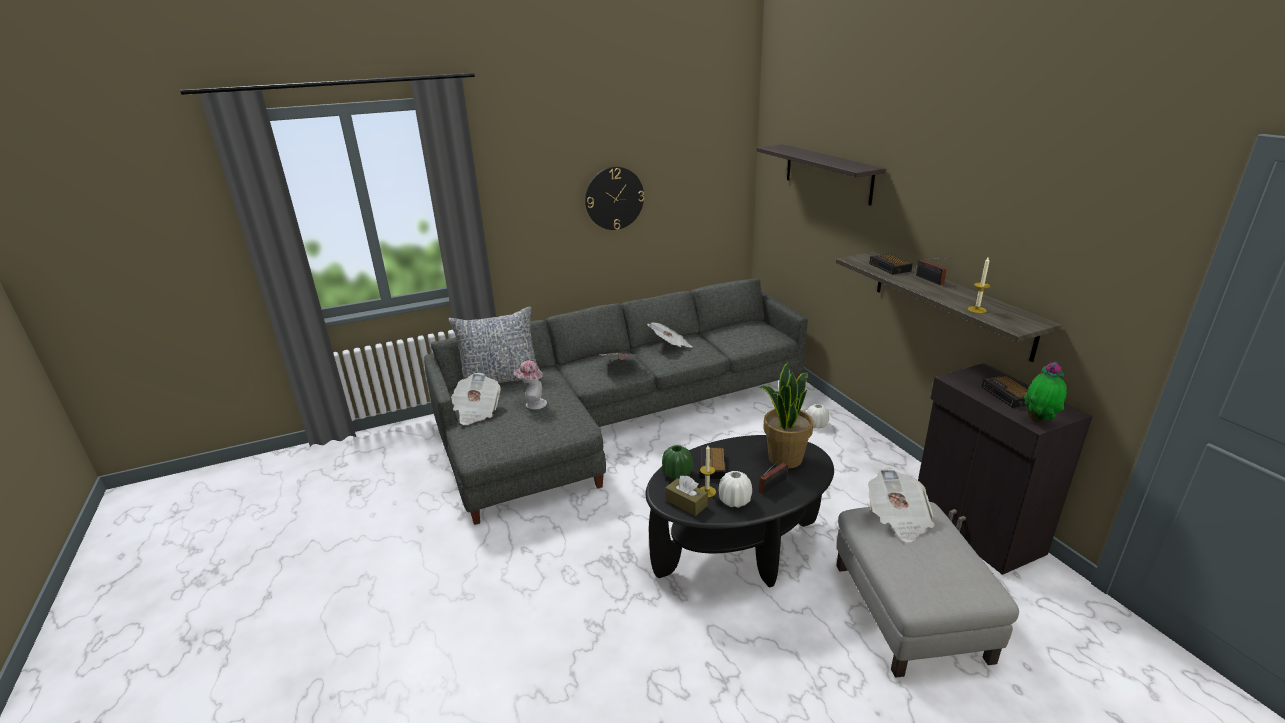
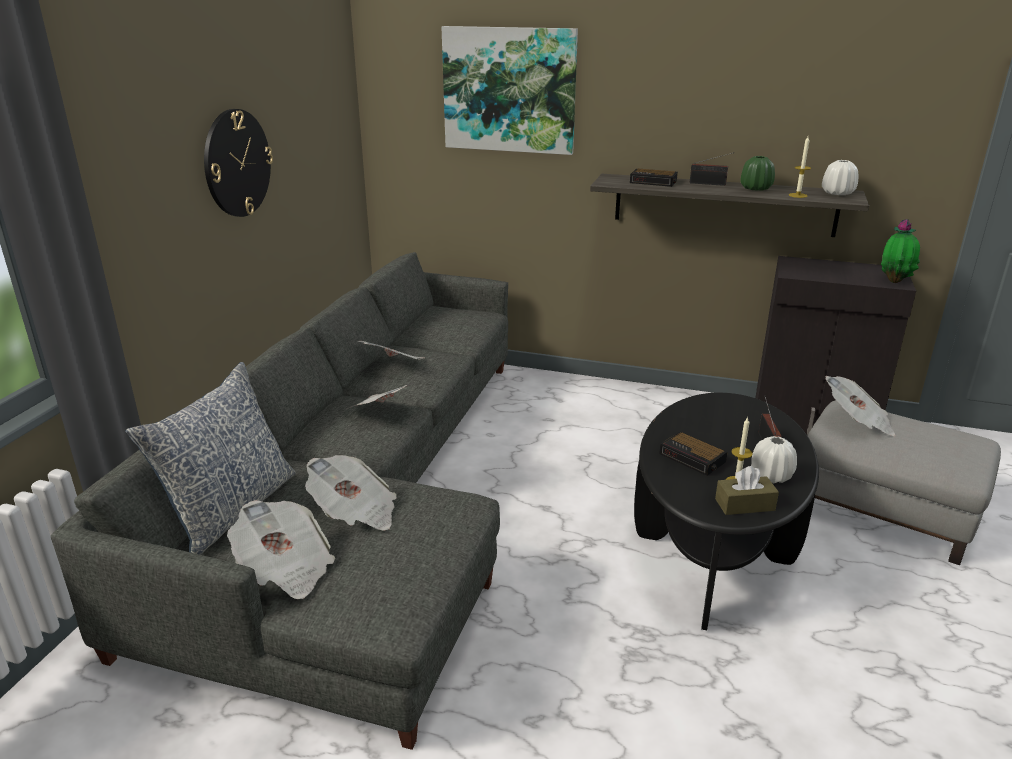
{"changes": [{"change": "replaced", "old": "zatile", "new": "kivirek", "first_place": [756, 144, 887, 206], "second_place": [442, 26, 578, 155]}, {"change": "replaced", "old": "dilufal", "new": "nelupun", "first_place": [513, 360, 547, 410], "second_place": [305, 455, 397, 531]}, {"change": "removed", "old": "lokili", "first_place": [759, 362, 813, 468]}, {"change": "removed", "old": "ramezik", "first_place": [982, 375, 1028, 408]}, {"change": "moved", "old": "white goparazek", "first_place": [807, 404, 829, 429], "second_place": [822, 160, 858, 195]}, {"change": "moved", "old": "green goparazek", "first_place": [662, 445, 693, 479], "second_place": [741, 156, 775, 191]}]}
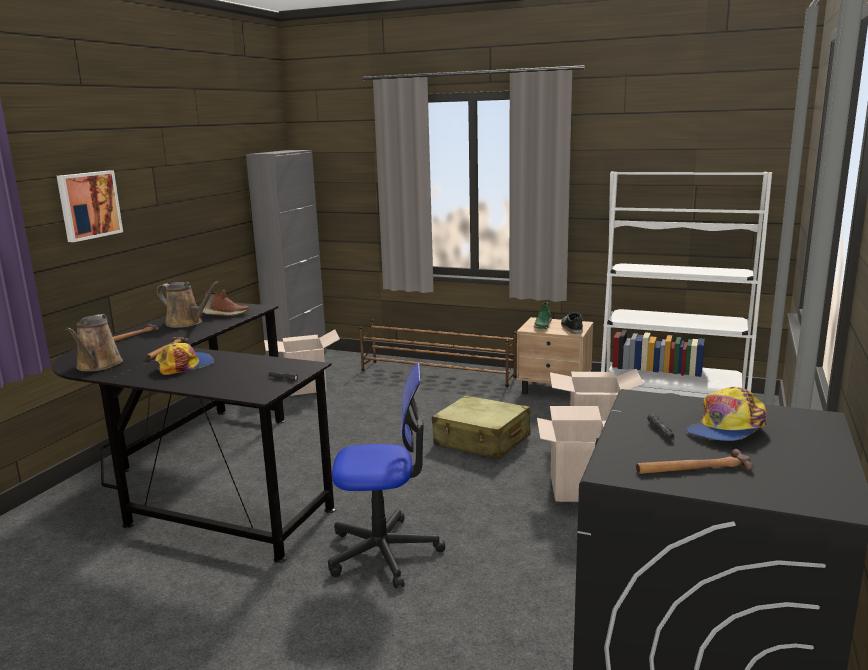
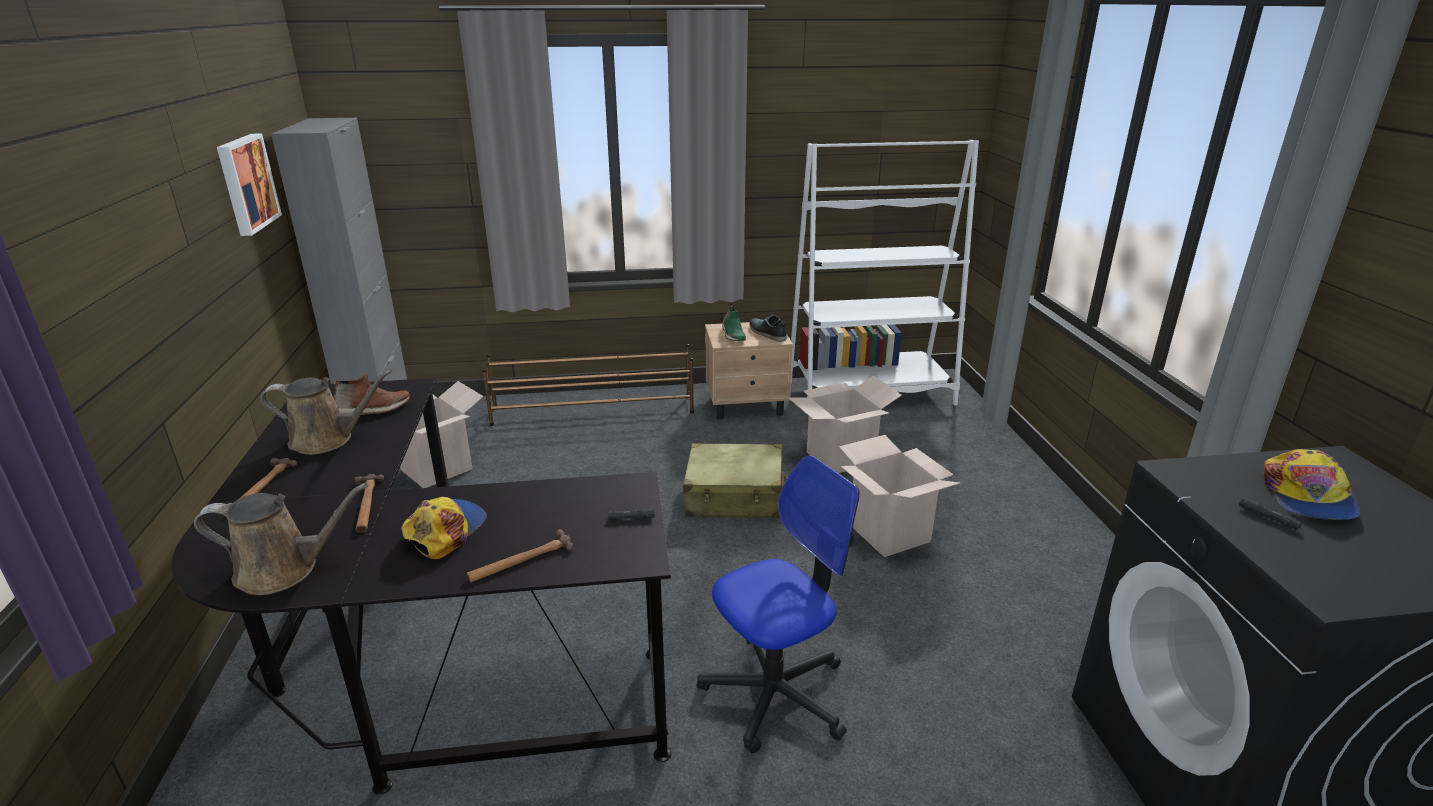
{"changes": [{"change": "moved", "old": "kivirek", "first_place": [57, 171, 123, 242], "second_place": [217, 133, 282, 236]}, {"change": "turned", "old": "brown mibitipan", "first_place": [66, 314, 123, 371], "second_place": [194, 483, 368, 595], "degrees": -60}, {"change": "moved", "old": "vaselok", "first_place": [636, 449, 753, 474], "second_place": [466, 529, 574, 583]}]}
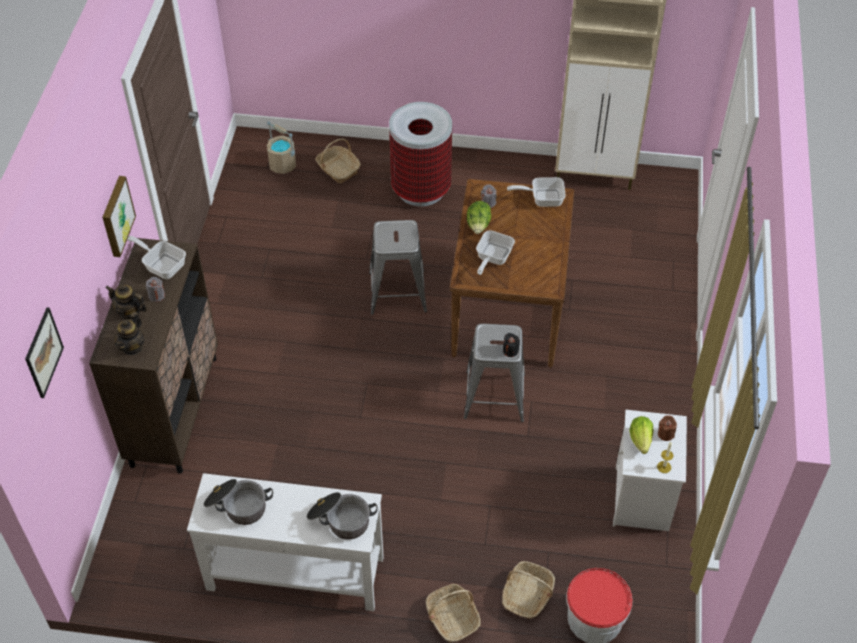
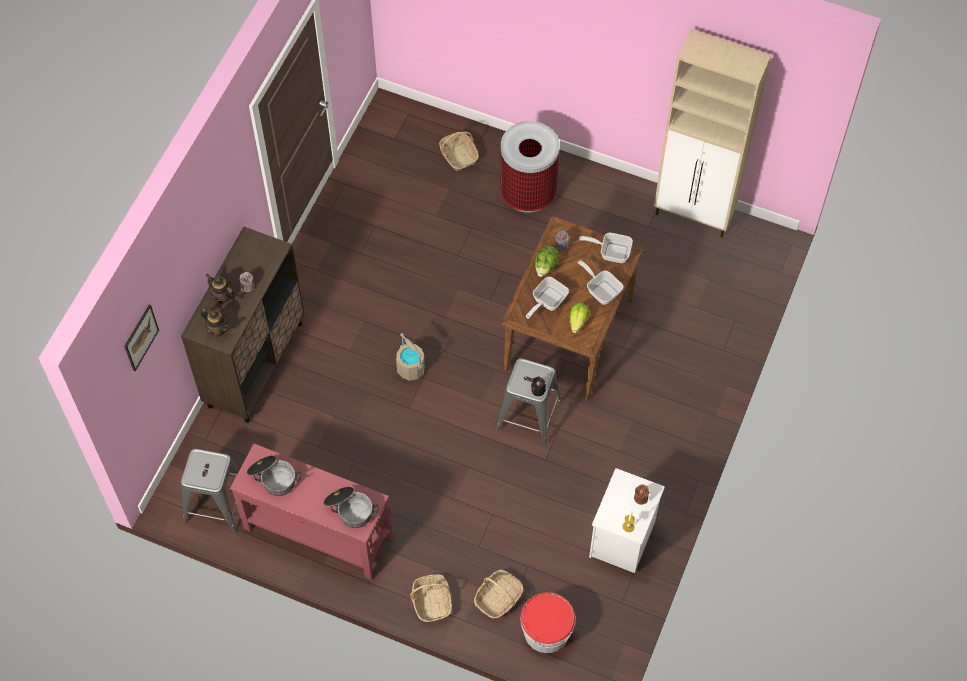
{"changes": [{"change": "moved", "old": "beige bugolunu", "first_place": [267, 121, 296, 174], "second_place": [396, 333, 425, 381]}, {"change": "removed", "old": "kivirek", "first_place": [102, 176, 136, 257]}, {"change": "moved", "old": "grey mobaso", "first_place": [369, 220, 427, 315], "second_place": [181, 449, 239, 533]}, {"change": "moved", "old": "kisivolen", "first_place": [127, 236, 186, 279], "second_place": [578, 260, 623, 305]}, {"change": "turned", "old": "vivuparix", "first_place": [114, 312, 145, 355], "second_place": [200, 307, 230, 337], "degrees": -90}, {"change": "moved", "old": "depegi", "first_place": [629, 416, 653, 454], "second_place": [569, 303, 590, 333]}, {"change": "recoloured", "old": "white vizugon", "new": "red vizugon", "first_place": [187, 473, 384, 611], "second_place": [230, 444, 392, 580]}]}
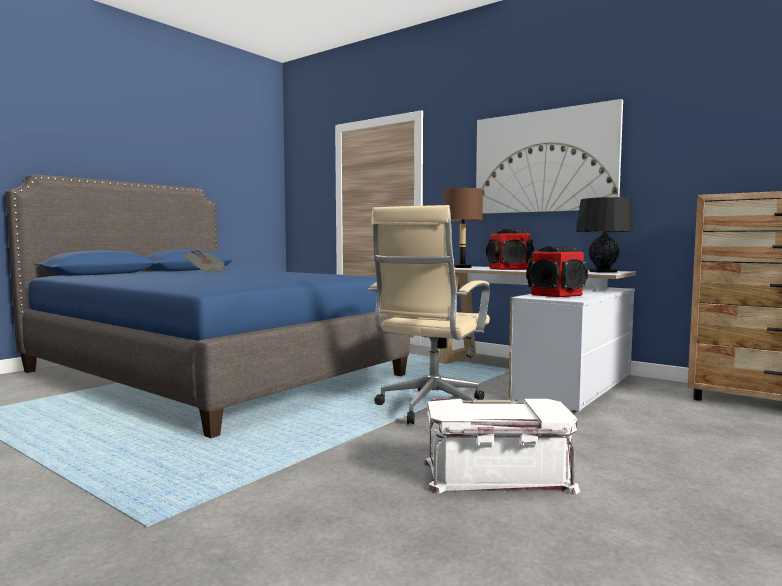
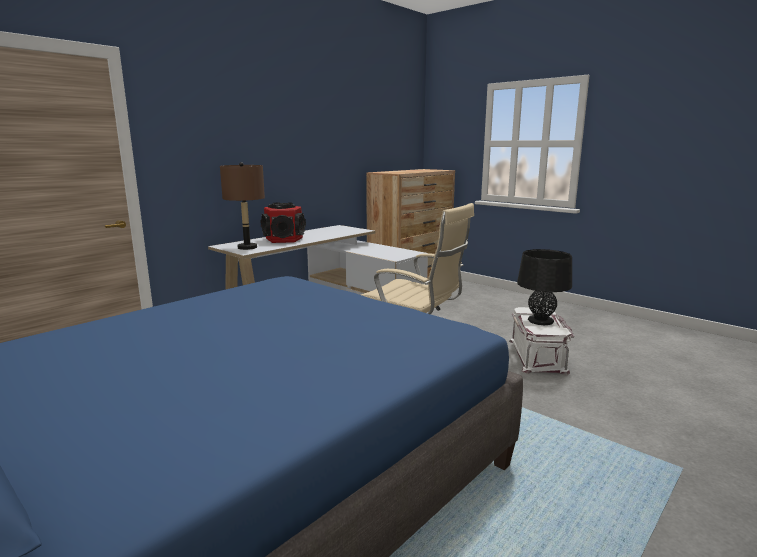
{"changes": [{"change": "removed", "old": "kivirek", "first_place": [476, 99, 623, 214]}, {"change": "moved", "old": "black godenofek", "first_place": [576, 197, 634, 273], "second_place": [517, 249, 572, 325]}, {"change": "removed", "old": "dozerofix", "first_place": [526, 246, 588, 297]}, {"change": "removed", "old": "nelupun", "first_place": [183, 250, 226, 273]}]}
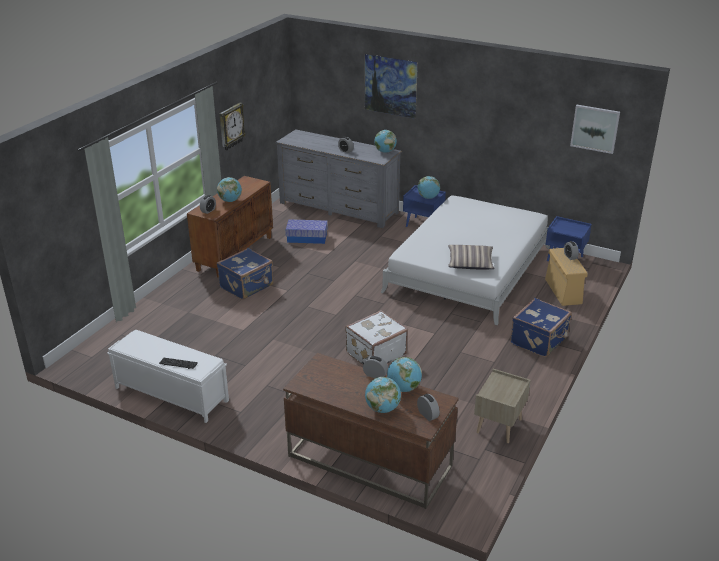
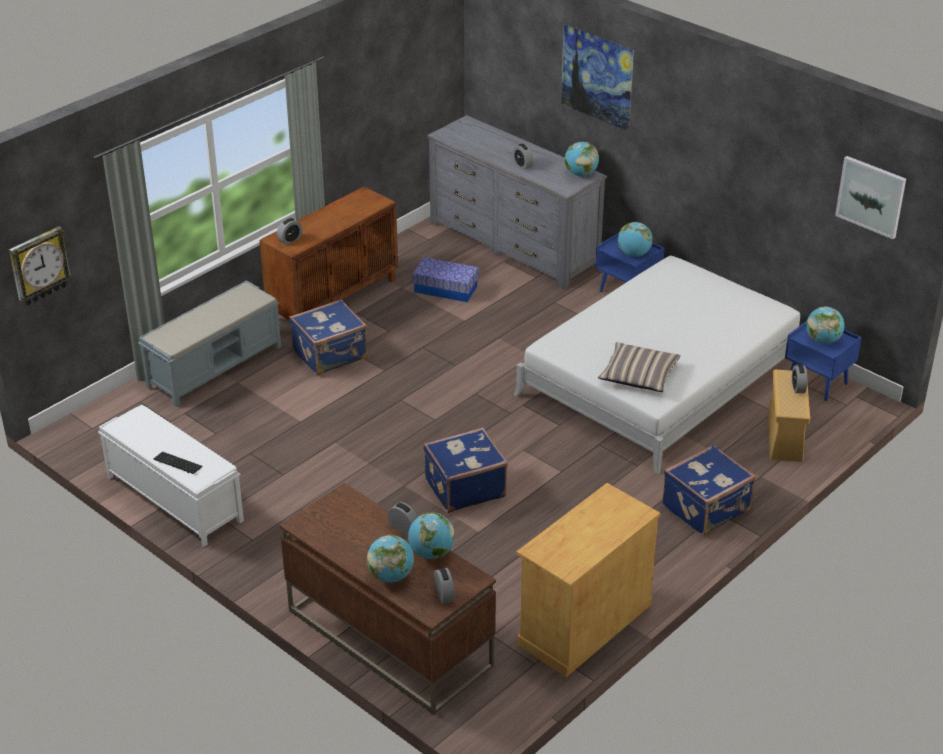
{"changes": [{"change": "moved", "old": "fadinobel", "first_place": [219, 103, 246, 150], "second_place": [9, 226, 72, 305]}, {"change": "moved", "old": "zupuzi", "first_place": [217, 177, 242, 202], "second_place": [806, 306, 844, 344]}, {"change": "recoloured", "old": "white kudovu", "new": "blue kudovu", "first_place": [345, 310, 408, 365], "second_place": [424, 427, 508, 513]}, {"change": "replaced", "old": "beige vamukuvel", "new": "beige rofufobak", "first_place": [474, 369, 531, 443], "second_place": [516, 483, 660, 677]}, {"change": "added", "new": "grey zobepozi", "second_place": [138, 280, 281, 407]}]}
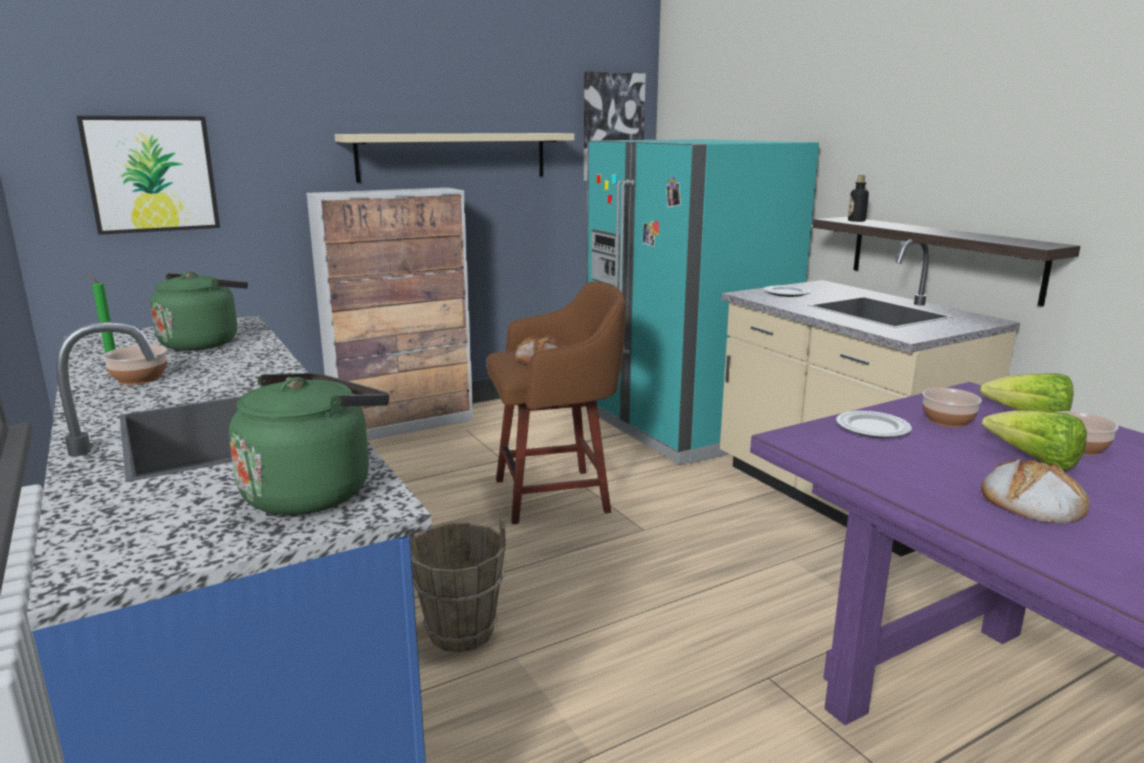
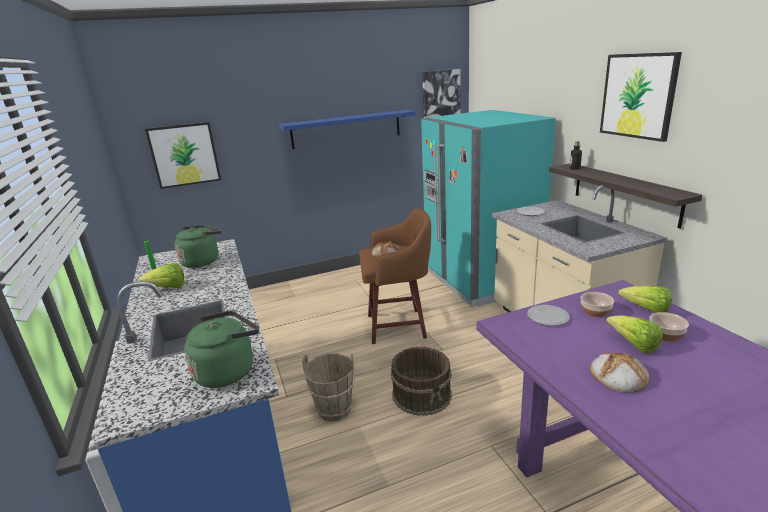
{"changes": [{"change": "recoloured", "old": "beige zatile", "new": "blue zatile", "first_place": [335, 133, 575, 183], "second_place": [279, 110, 416, 149]}, {"change": "removed", "old": "rofufobak", "first_place": [306, 187, 473, 441]}, {"change": "replaced", "old": "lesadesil", "new": "depegi", "first_place": [103, 345, 167, 385], "second_place": [137, 263, 184, 288]}, {"change": "added", "new": "kivirek", "second_place": [600, 52, 682, 142]}, {"change": "added", "new": "brown bugolunu", "second_place": [391, 347, 452, 416]}]}
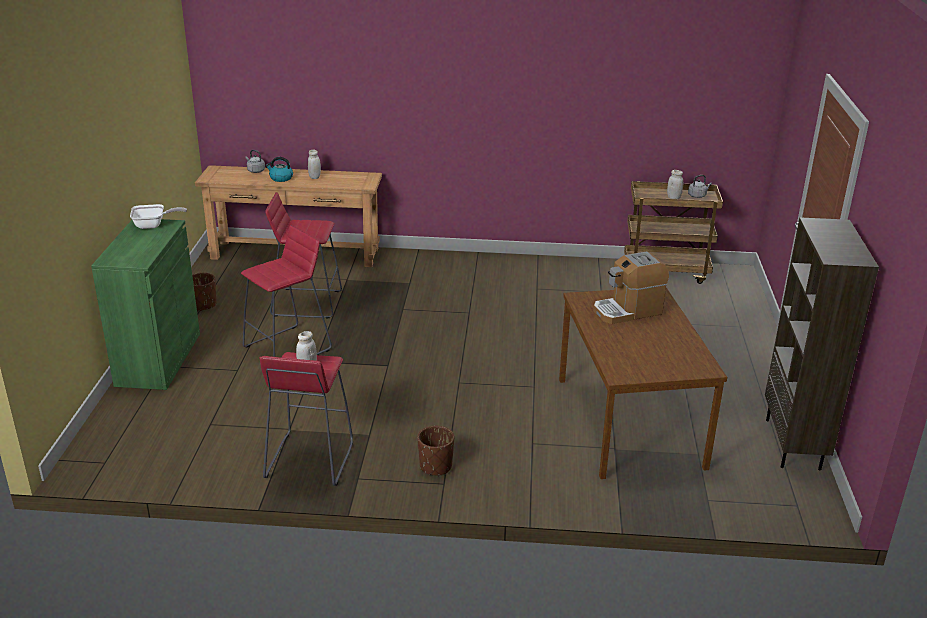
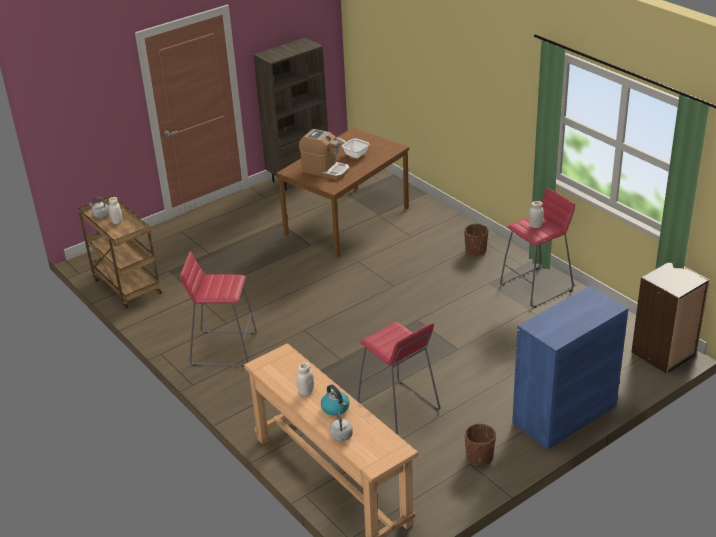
{"changes": [{"change": "moved", "old": "kisivolen", "first_place": [130, 204, 187, 229], "second_place": [336, 137, 370, 158]}, {"change": "recoloured", "old": "green rofufobak", "new": "blue rofufobak", "first_place": [91, 219, 200, 390], "second_place": [512, 286, 629, 449]}, {"change": "moved", "old": "red mobaso", "first_place": [241, 225, 332, 357], "second_place": [180, 251, 257, 367]}, {"change": "added", "new": "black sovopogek", "second_place": [631, 263, 709, 374]}]}
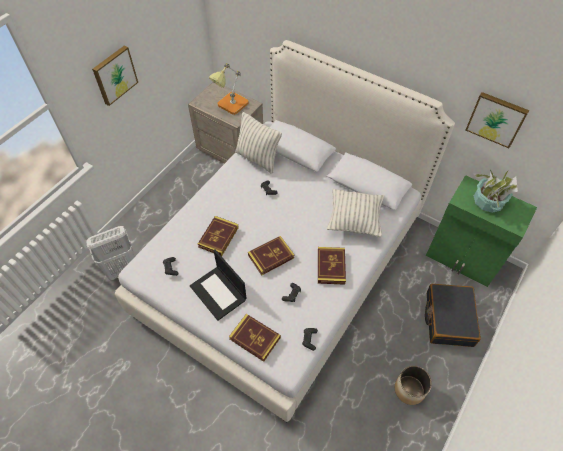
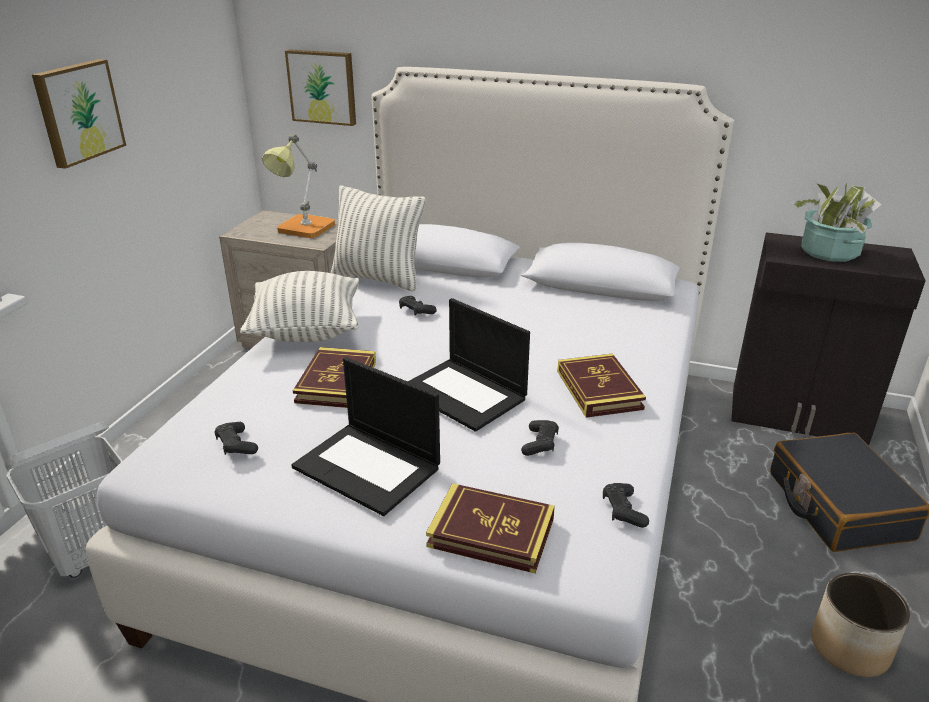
{"changes": [{"change": "moved", "old": "kivirek", "first_place": [466, 92, 529, 148], "second_place": [285, 49, 356, 126]}, {"change": "recoloured", "old": "green rofufobak", "new": "black rofufobak", "first_place": [426, 175, 537, 287], "second_place": [732, 232, 926, 445]}, {"change": "moved", "old": "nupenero", "first_place": [327, 189, 384, 237], "second_place": [240, 271, 359, 342]}, {"change": "replaced", "old": "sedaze", "new": "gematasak", "first_place": [248, 236, 294, 276], "second_place": [408, 298, 530, 432]}]}
